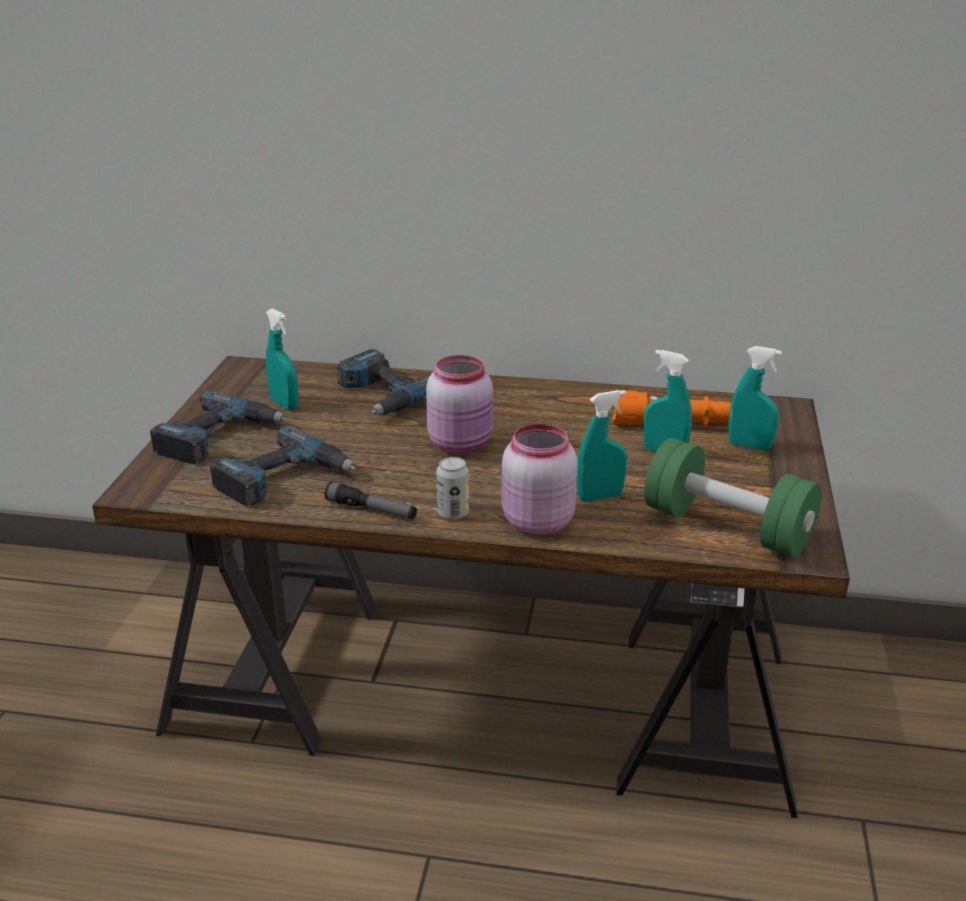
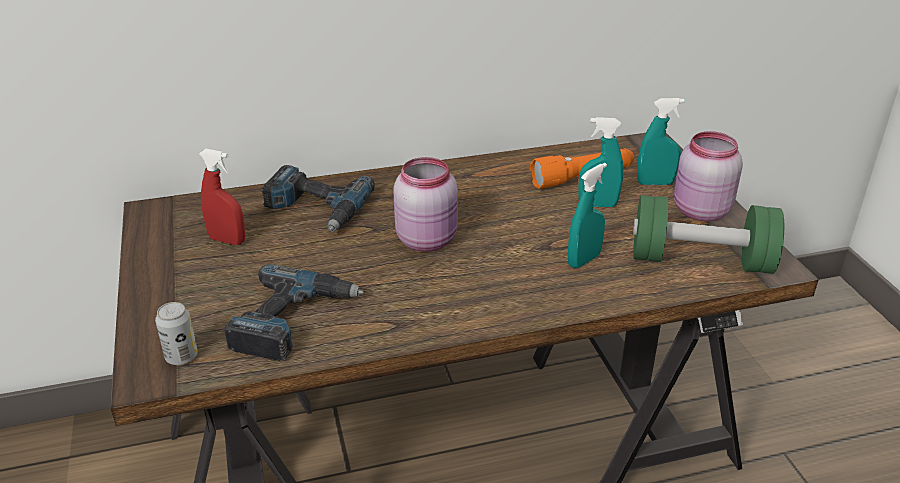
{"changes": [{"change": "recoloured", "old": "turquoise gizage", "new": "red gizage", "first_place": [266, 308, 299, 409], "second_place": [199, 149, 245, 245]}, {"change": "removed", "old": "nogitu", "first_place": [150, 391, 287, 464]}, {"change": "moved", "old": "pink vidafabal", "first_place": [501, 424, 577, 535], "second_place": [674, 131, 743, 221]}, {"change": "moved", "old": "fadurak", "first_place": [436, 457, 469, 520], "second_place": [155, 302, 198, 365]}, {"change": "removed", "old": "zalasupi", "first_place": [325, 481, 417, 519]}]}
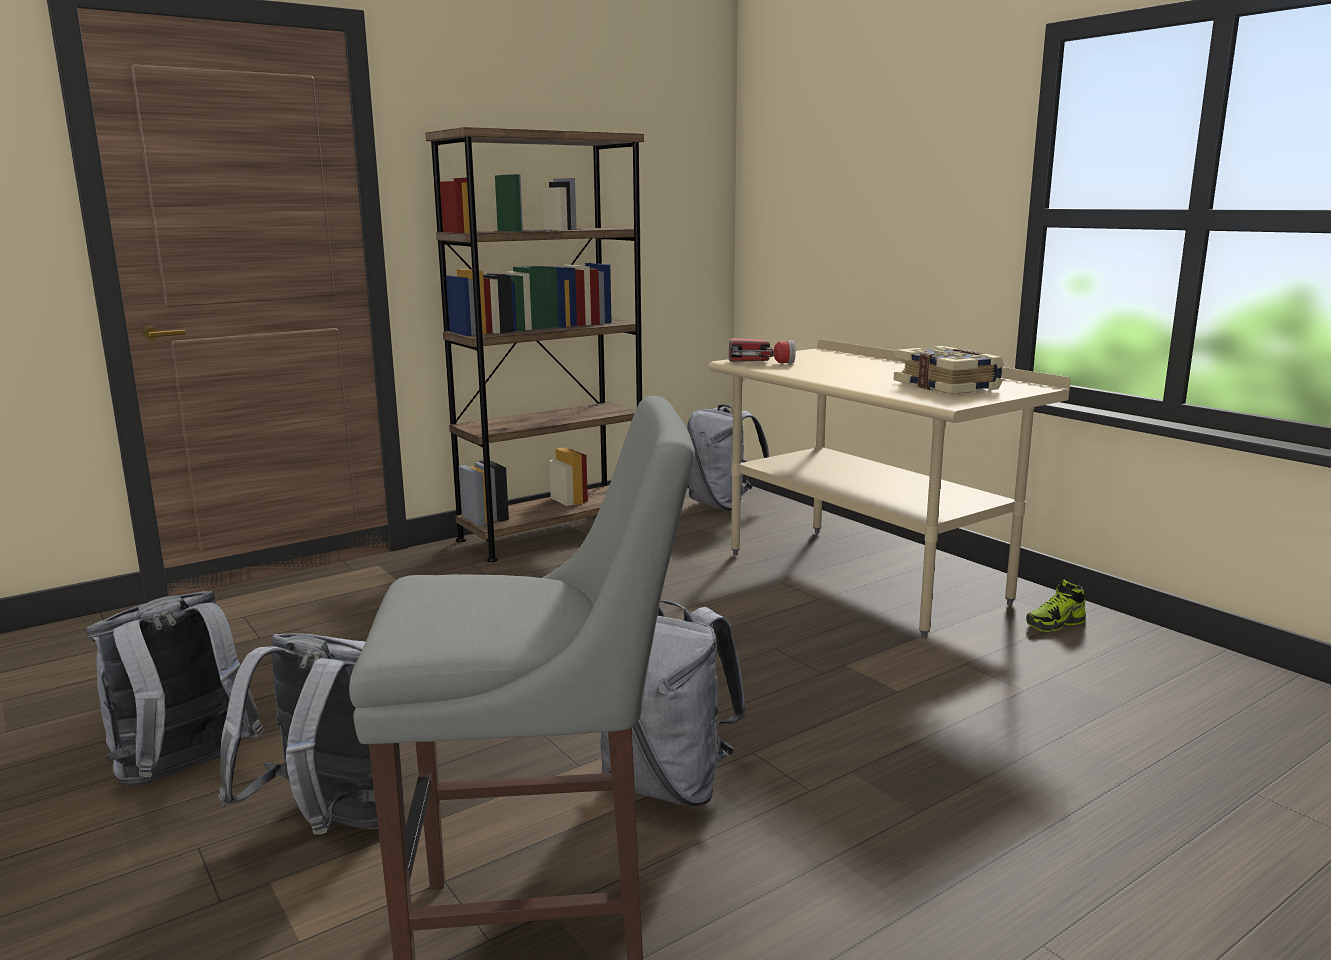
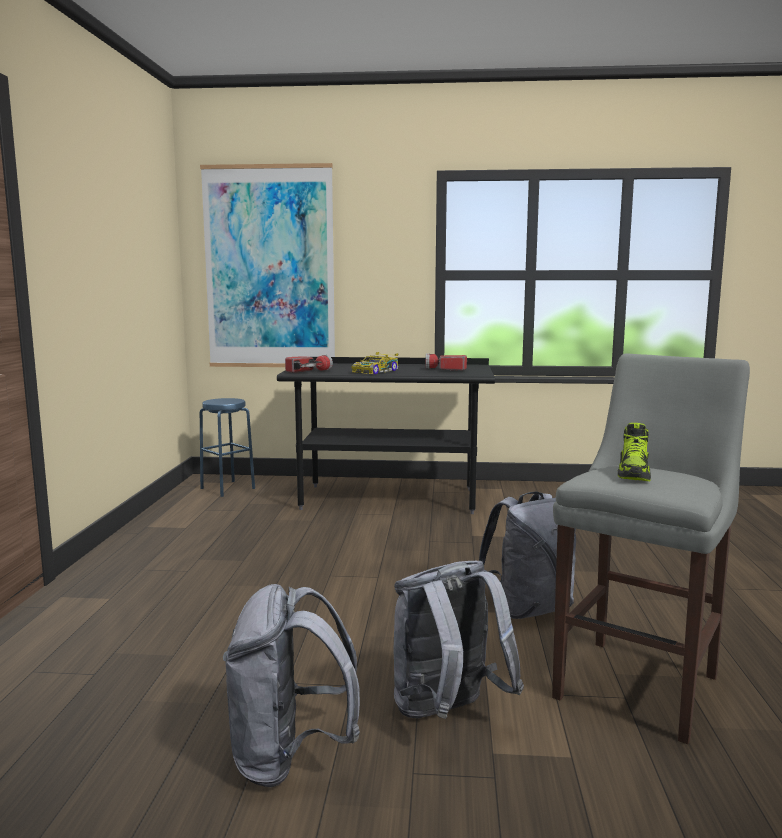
{"changes": [{"change": "removed", "old": "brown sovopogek", "first_place": [425, 127, 644, 562]}, {"change": "recoloured", "old": "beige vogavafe", "new": "black vogavafe", "first_place": [708, 339, 1071, 638], "second_place": [277, 357, 495, 514]}, {"change": "replaced", "old": "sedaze", "new": "zalasupi", "first_place": [894, 346, 1004, 394], "second_place": [426, 354, 467, 371]}, {"change": "replaced", "old": "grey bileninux", "new": "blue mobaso", "first_place": [687, 405, 769, 511], "second_place": [200, 398, 255, 497]}, {"change": "moved", "old": "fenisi", "first_place": [1026, 580, 1086, 632], "second_place": [618, 423, 651, 481]}, {"change": "added", "new": "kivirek", "second_place": [200, 163, 335, 367]}, {"change": "added", "new": "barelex", "second_place": [351, 352, 399, 374]}]}
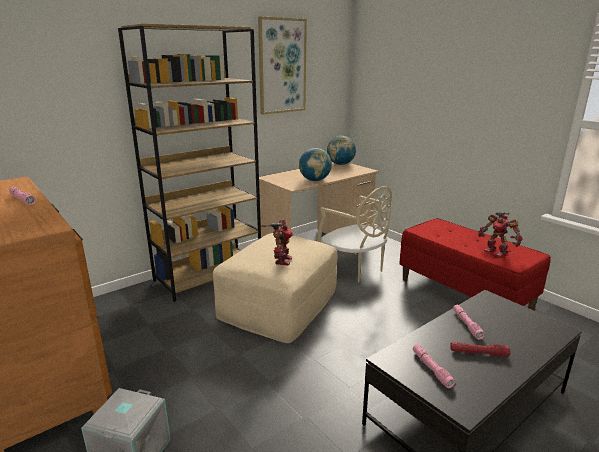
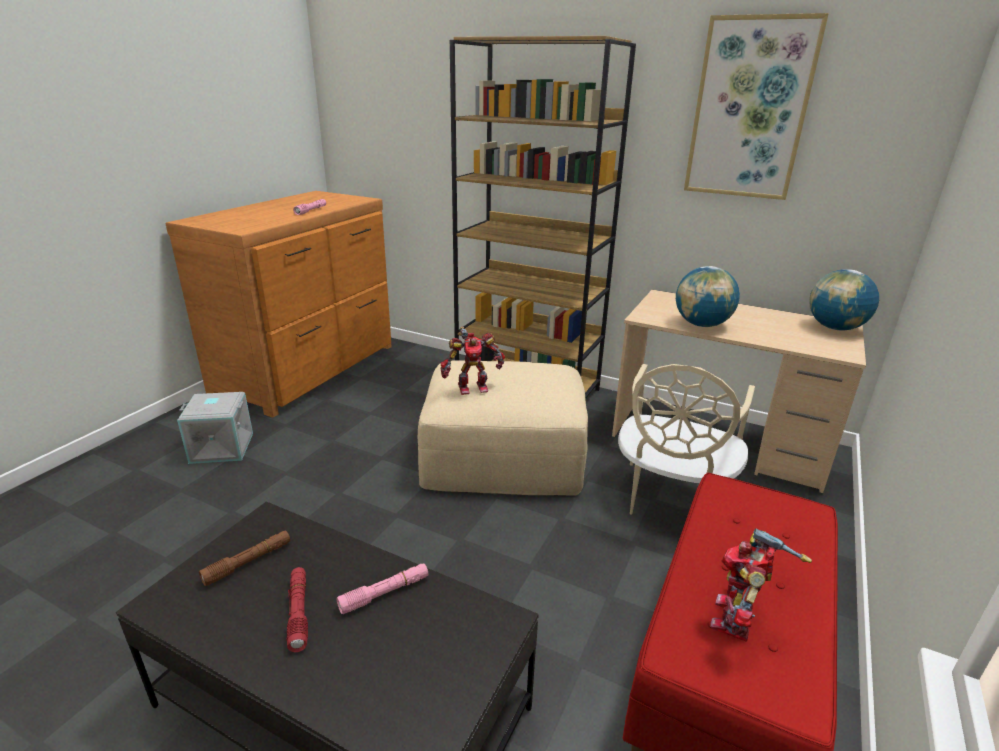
{"changes": [{"change": "recoloured", "old": "pink zalasupi", "new": "brown zalasupi", "first_place": [413, 344, 455, 388], "second_place": [199, 531, 291, 586]}]}
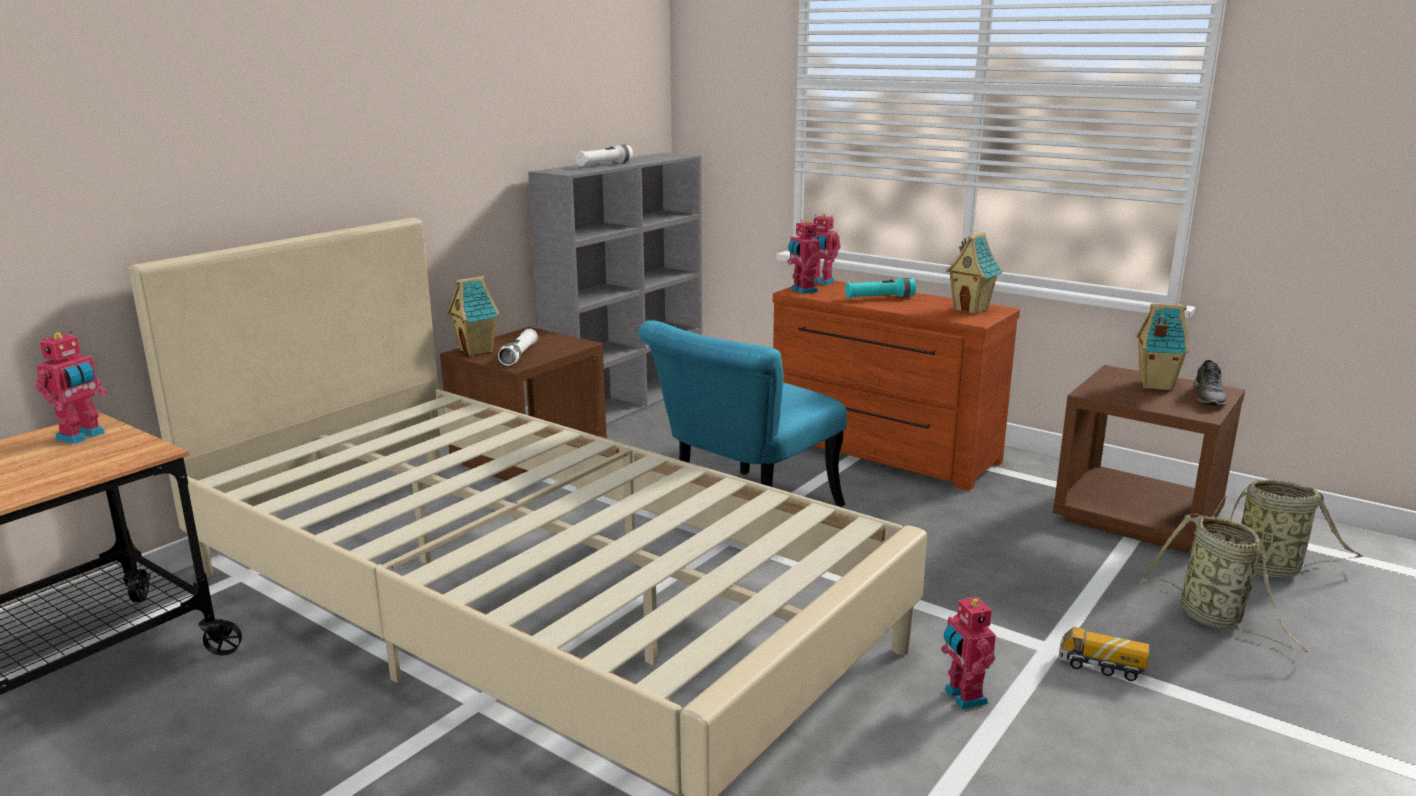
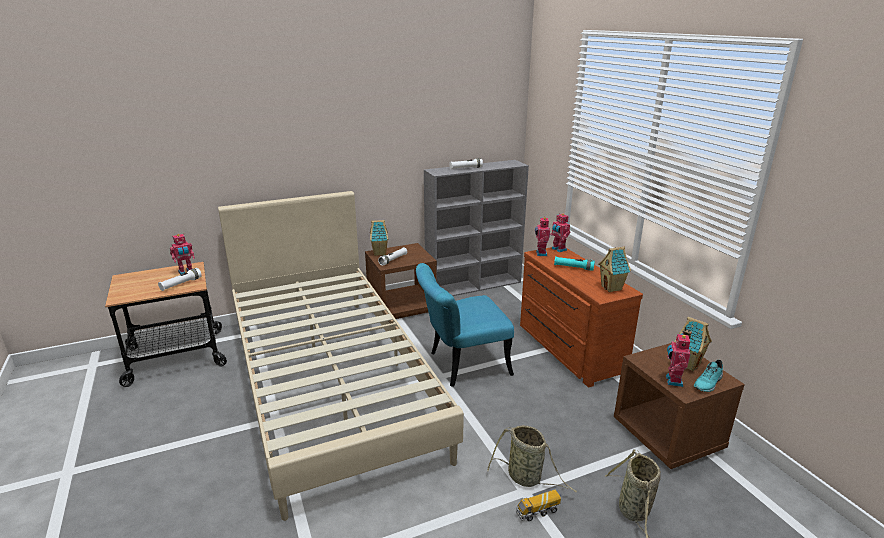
{"changes": [{"change": "recoloured", "old": "grey fenisi", "new": "turquoise fenisi", "first_place": [1193, 360, 1227, 406], "second_place": [694, 360, 723, 392]}, {"change": "moved", "old": "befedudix", "first_place": [1231, 479, 1364, 578], "second_place": [487, 425, 577, 493]}, {"change": "moved", "old": "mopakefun", "first_place": [941, 594, 996, 709], "second_place": [666, 334, 690, 387]}, {"change": "turned", "old": "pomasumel", "first_place": [1058, 627, 1149, 681], "second_place": [516, 490, 561, 521], "degrees": -75}, {"change": "added", "new": "white zalasupi", "second_place": [158, 268, 202, 291]}]}
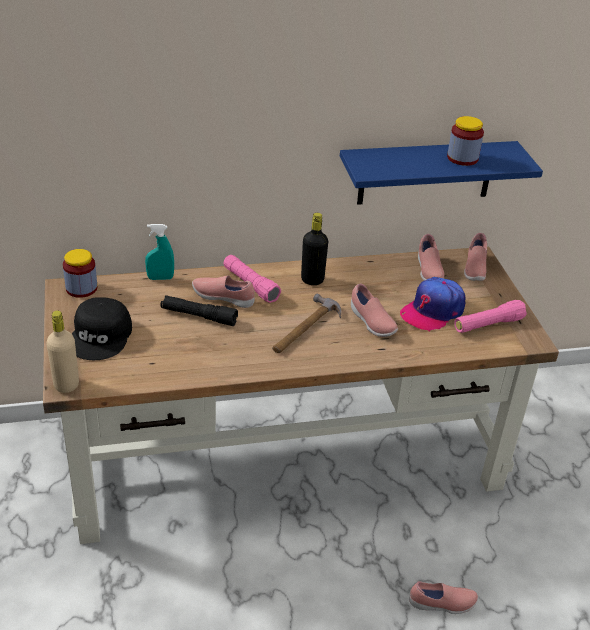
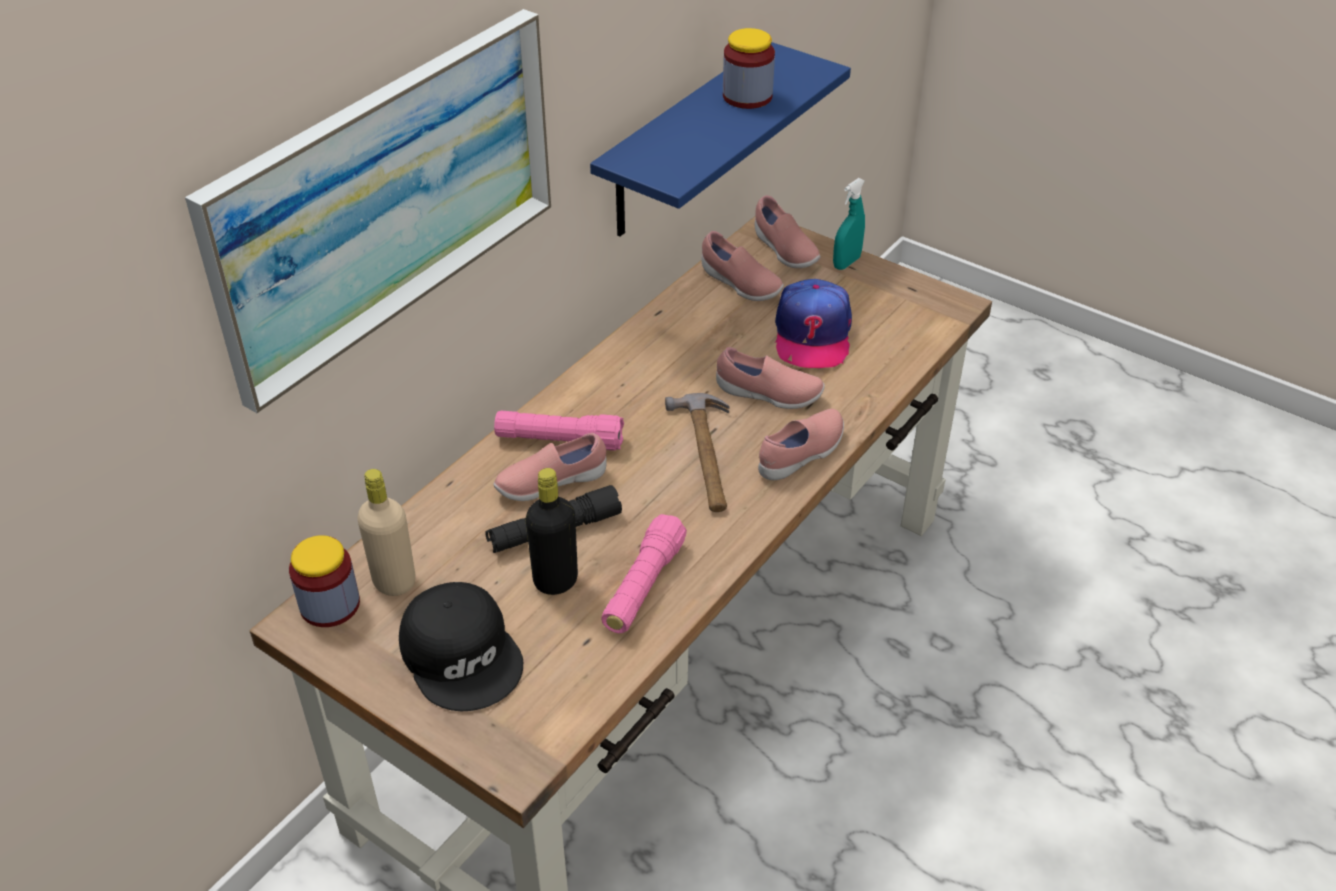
{"changes": [{"change": "moved", "old": "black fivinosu", "first_place": [301, 213, 328, 285], "second_place": [526, 468, 578, 595]}, {"change": "moved", "old": "turquoise gizage", "first_place": [145, 224, 174, 280], "second_place": [833, 178, 865, 270]}, {"change": "moved", "old": "pink zalasupi", "first_place": [454, 300, 527, 333], "second_place": [601, 514, 687, 634]}, {"change": "moved", "old": "beige fivinosu", "first_place": [47, 311, 79, 393], "second_place": [357, 469, 416, 596]}, {"change": "moved", "old": "pink fenisi", "first_place": [409, 581, 478, 614], "second_place": [758, 409, 844, 480]}, {"change": "added", "new": "kivirek", "second_place": [185, 9, 551, 413]}]}
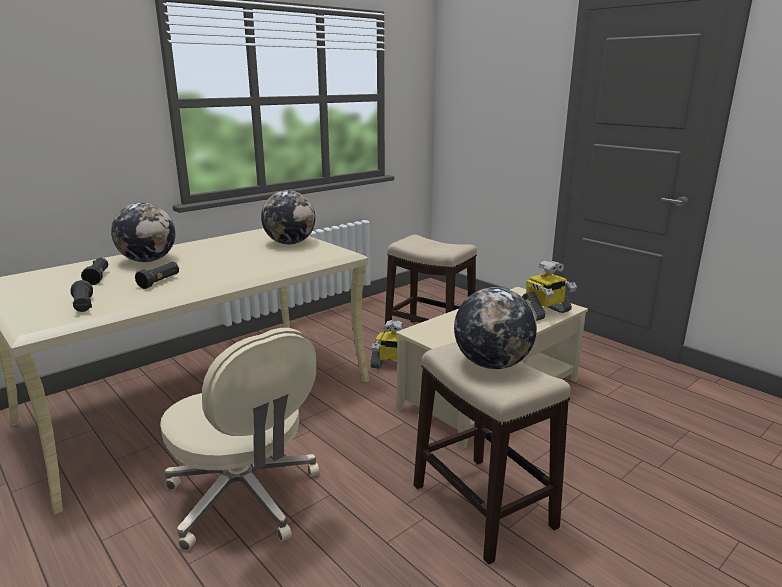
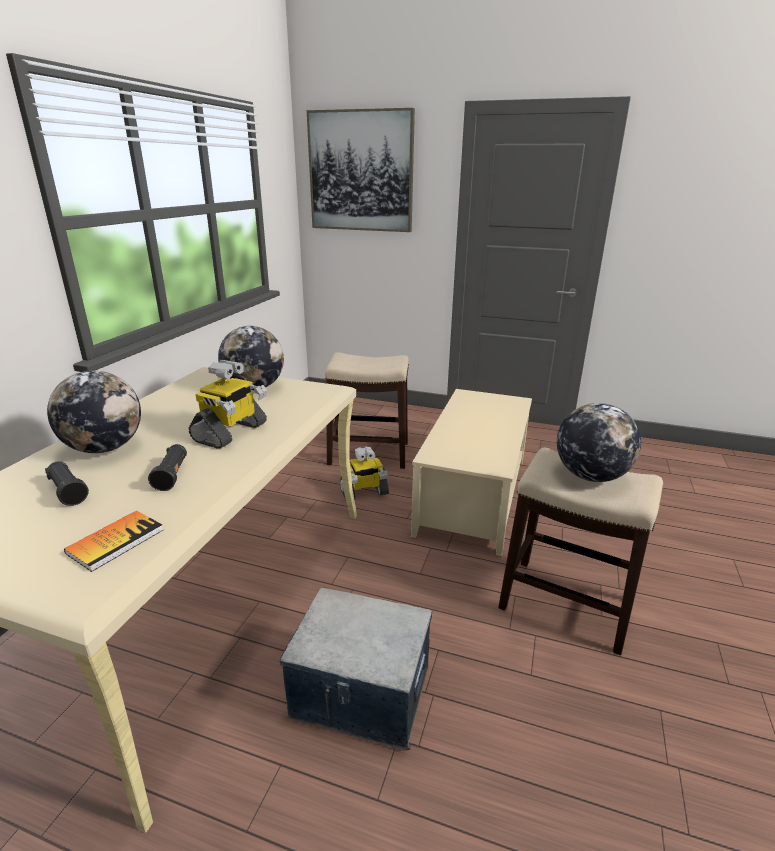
{"changes": [{"change": "moved", "old": "mopakefun", "first_place": [522, 260, 577, 321], "second_place": [189, 360, 267, 449]}, {"change": "replaced", "old": "black zalasupi", "new": "sedaze", "first_place": [71, 280, 93, 312], "second_place": [64, 511, 163, 572]}, {"change": "replaced", "old": "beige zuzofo", "new": "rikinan", "first_place": [160, 328, 319, 551], "second_place": [280, 587, 432, 750]}, {"change": "added", "new": "kivirek", "second_place": [307, 108, 415, 232]}]}
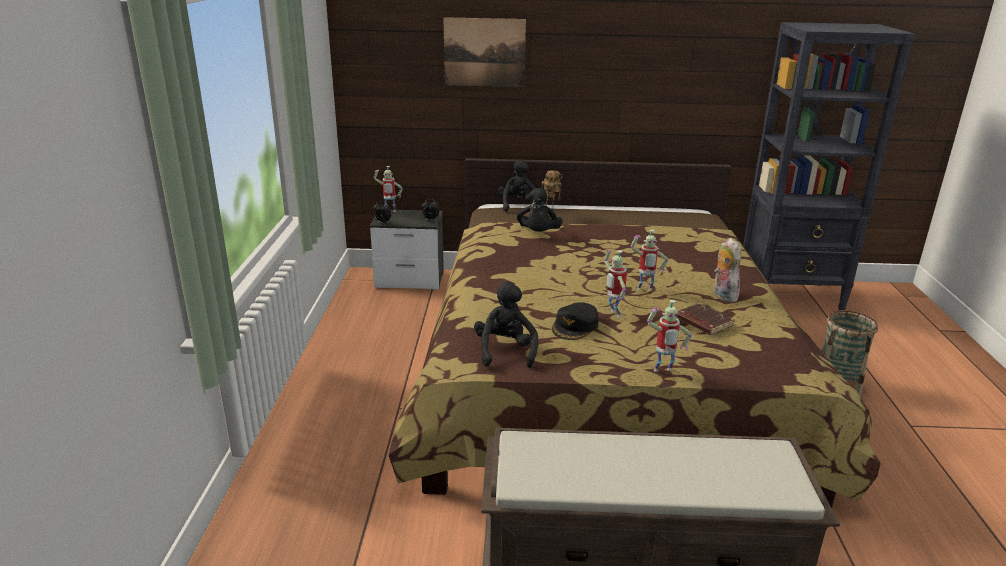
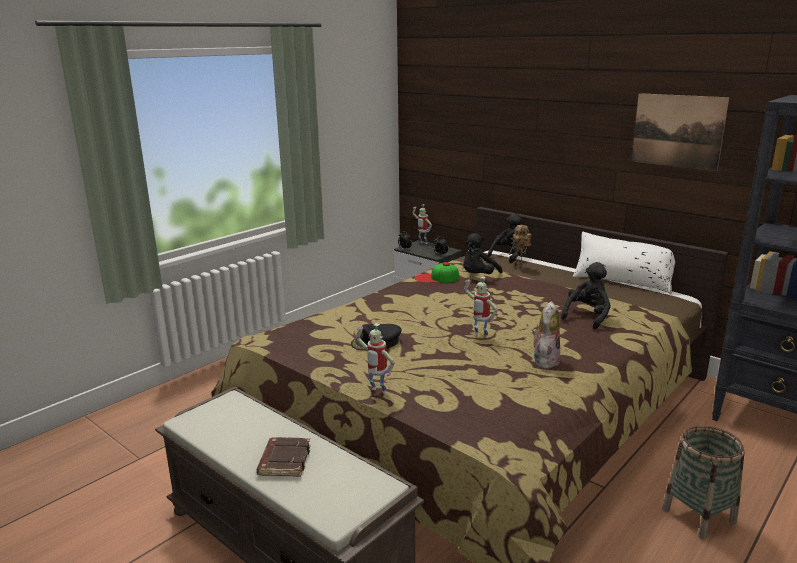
{"changes": [{"change": "moved", "old": "kivirek", "first_place": [444, 17, 526, 87], "second_place": [631, 93, 729, 171]}, {"change": "removed", "old": "mopakefun", "first_place": [604, 250, 627, 318]}, {"change": "moved", "old": "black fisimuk", "first_place": [474, 282, 538, 368], "second_place": [561, 262, 611, 329]}, {"change": "moved", "old": "brown sedaze", "first_place": [677, 303, 735, 335], "second_place": [256, 437, 311, 477]}, {"change": "added", "new": "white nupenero", "second_place": [573, 232, 675, 293]}, {"change": "added", "new": "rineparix", "second_place": [415, 262, 459, 283]}]}
